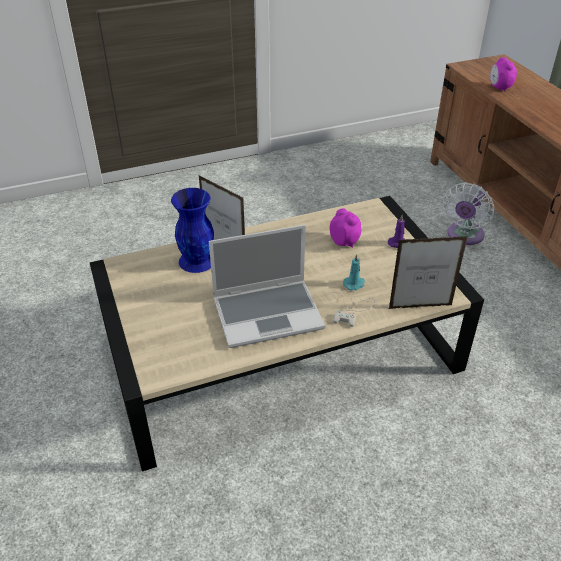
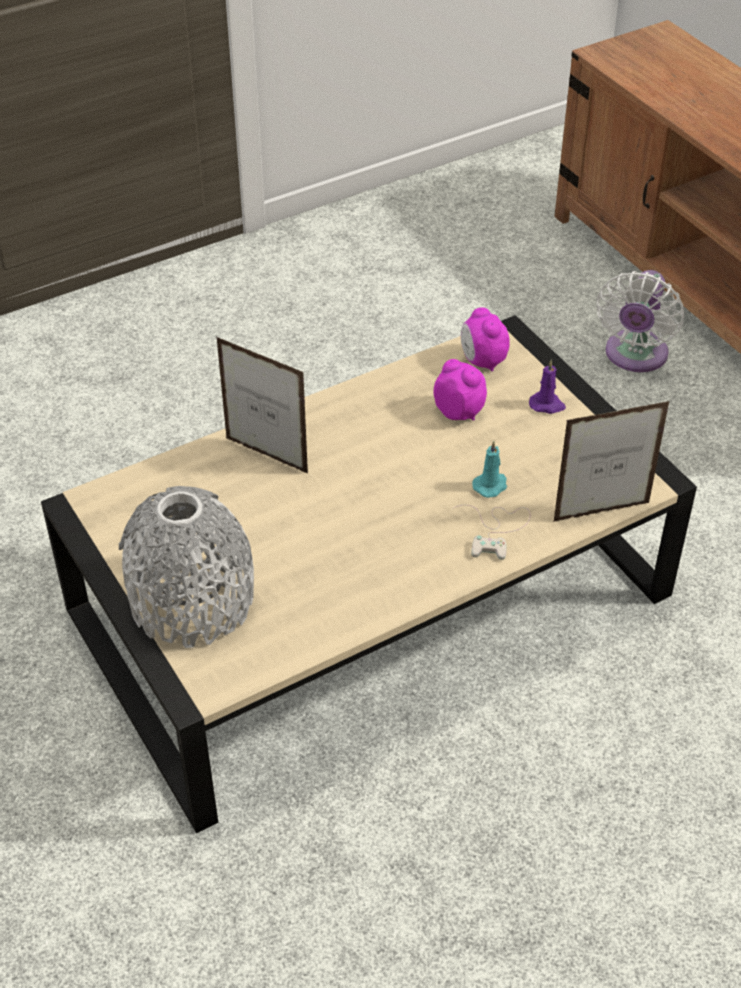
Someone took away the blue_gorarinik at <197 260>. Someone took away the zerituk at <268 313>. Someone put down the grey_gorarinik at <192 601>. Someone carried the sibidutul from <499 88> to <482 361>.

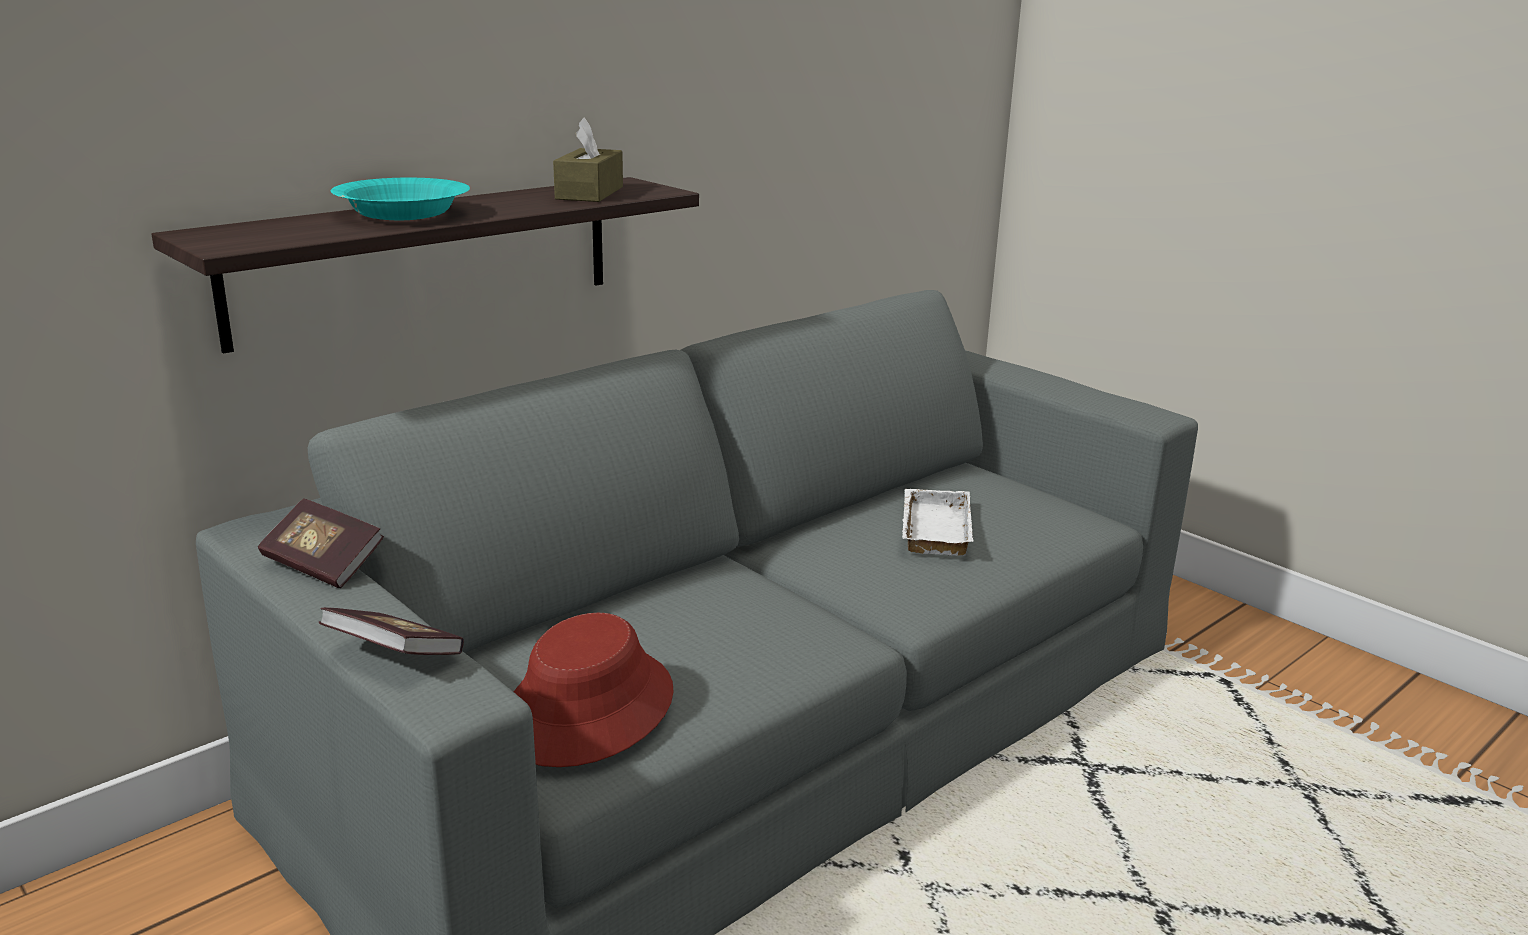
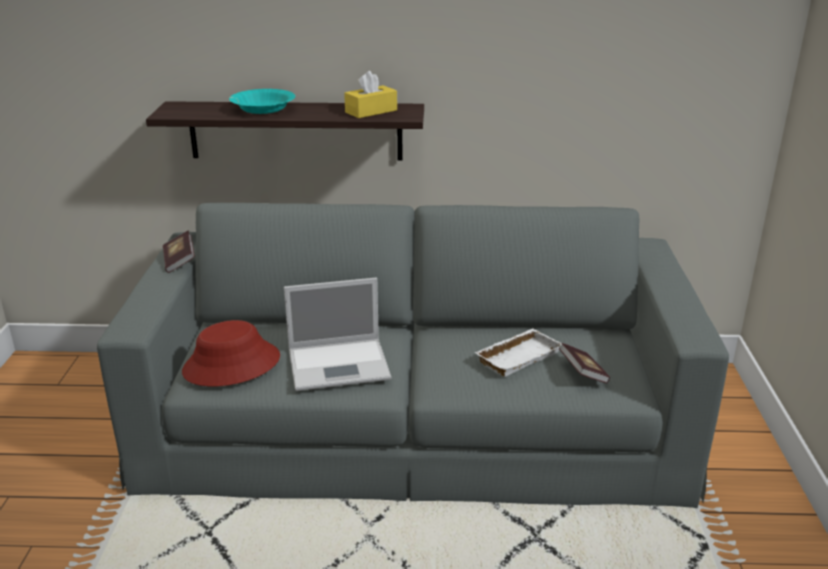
Someone put down the zerituk at <340 364>. Someone carried the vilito from <394 656> to <582 373>. Someone repainted the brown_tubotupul at <589 193>, which became the yellow_tubotupul at <371 111>.

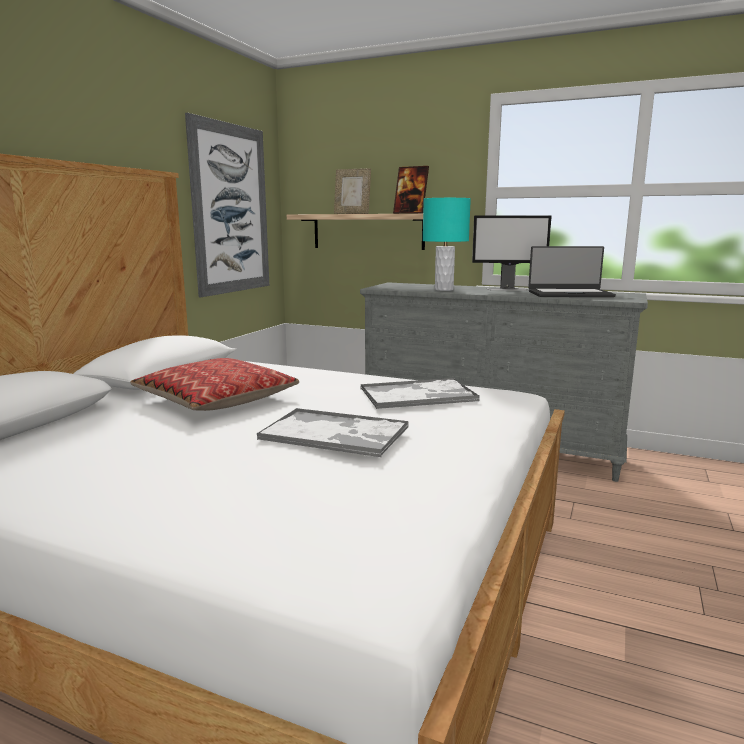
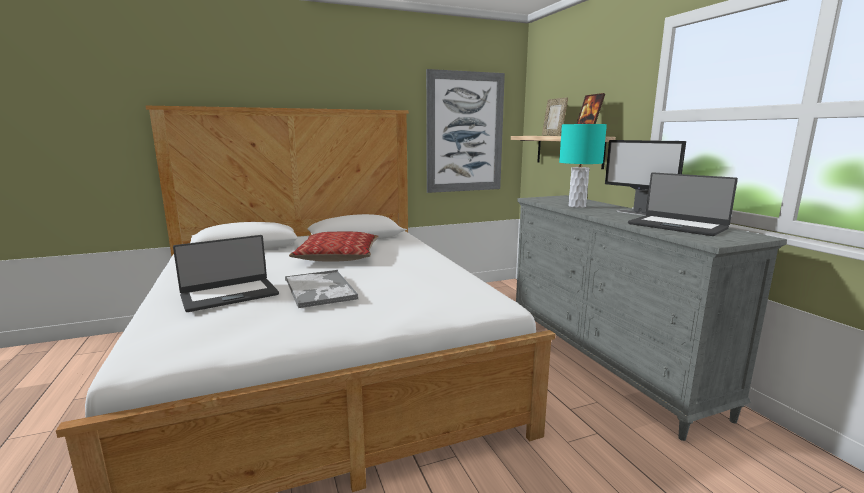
Someone took away the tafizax at <419 395>. Someone put down the zerituk at <229 295>.

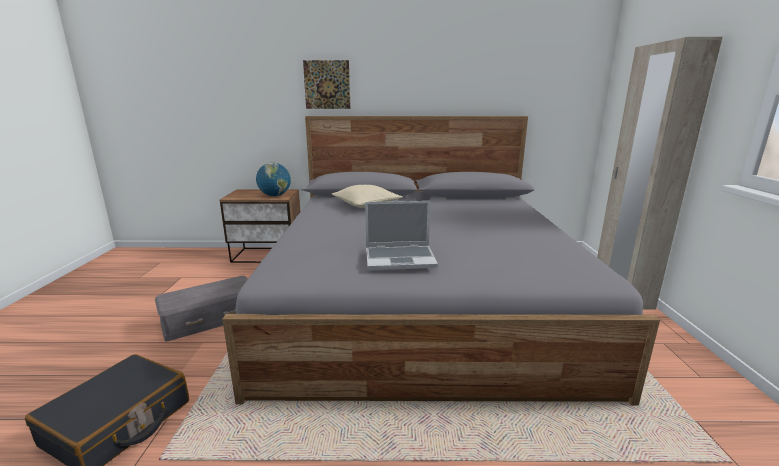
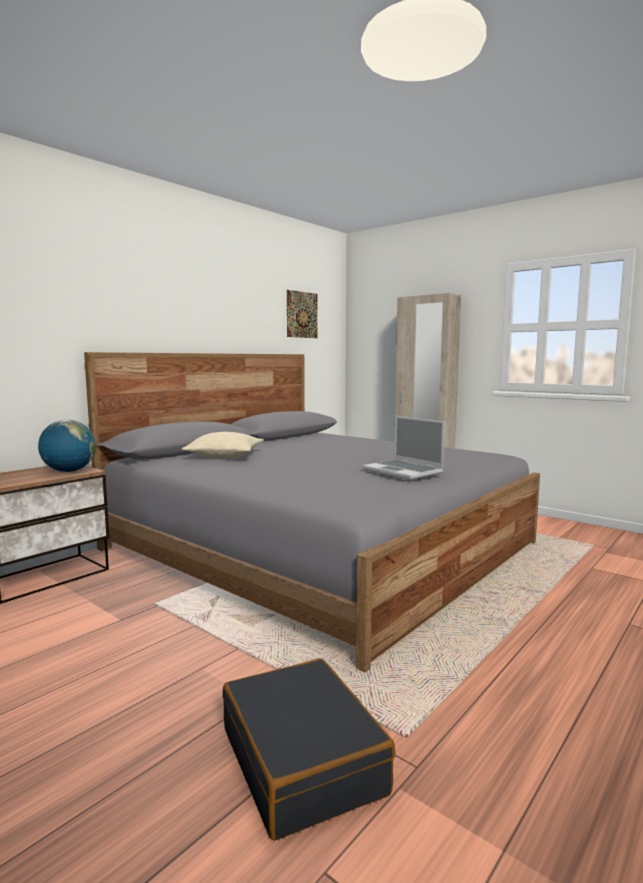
Someone took away the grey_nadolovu at <210 318>. Someone carried the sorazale from <327 85> to <302 314>. Someone rotated the zerituk at <400 258> by 105 degrees clockwise.

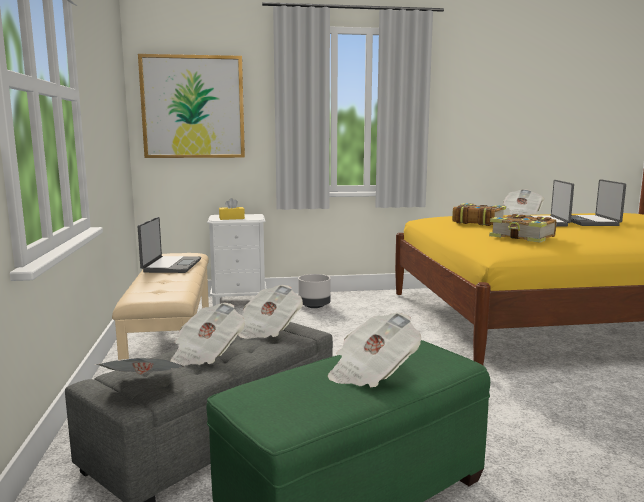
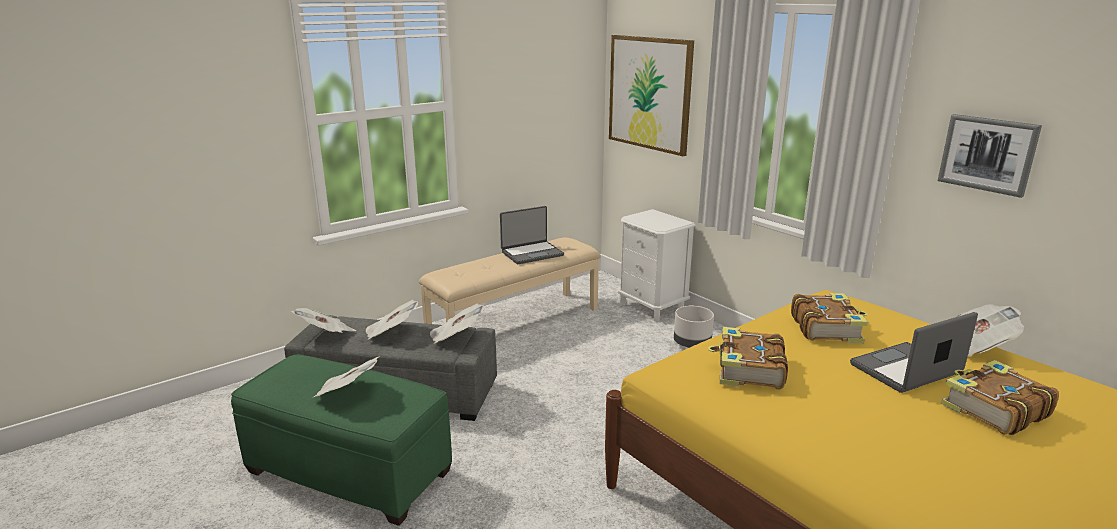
Someone took away the yellow_tubotupul at <231 218>. Someone put up the sorazale at <987 154>. Someone swapped the zerituk at <590 222> for the vilito at <993 409>.

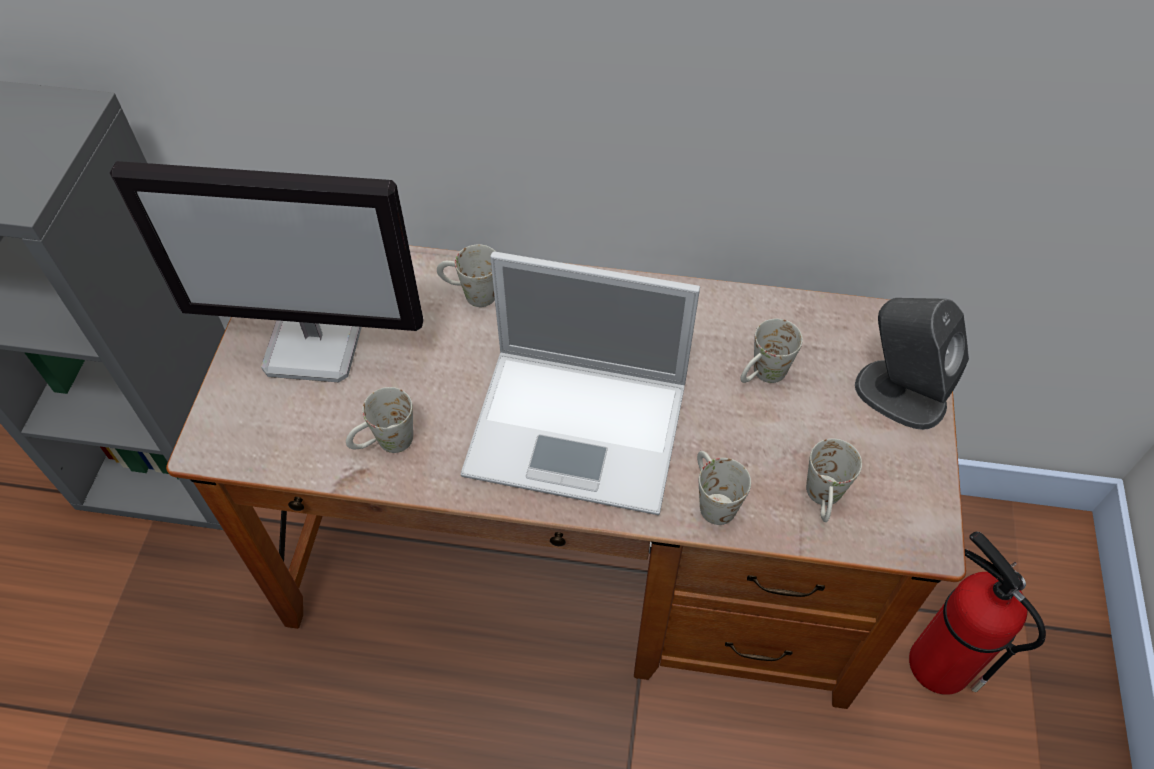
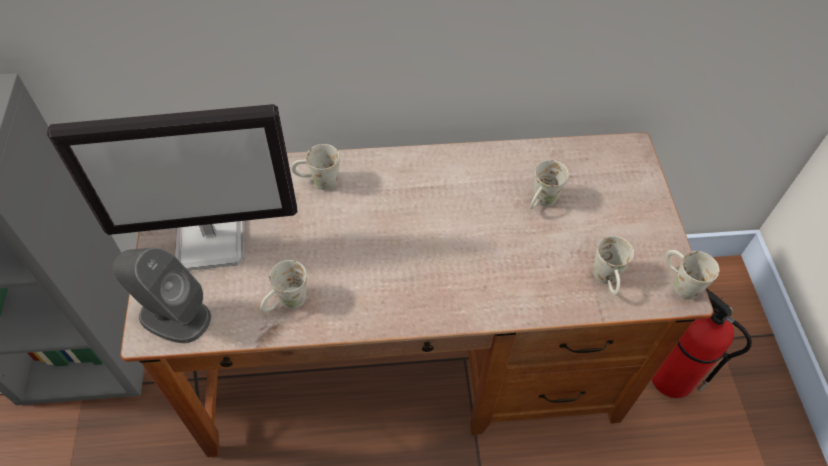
Someone took away the zerituk at <581 429>. Someone carried the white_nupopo from <711 499> to <679 282>. Someone carried the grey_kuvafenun from <899 394> to <174 316>.

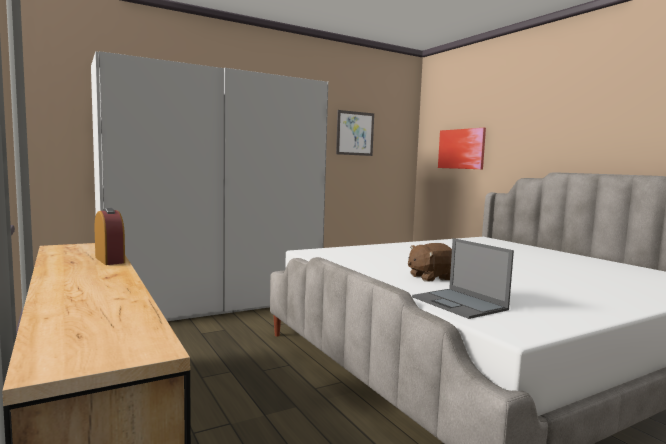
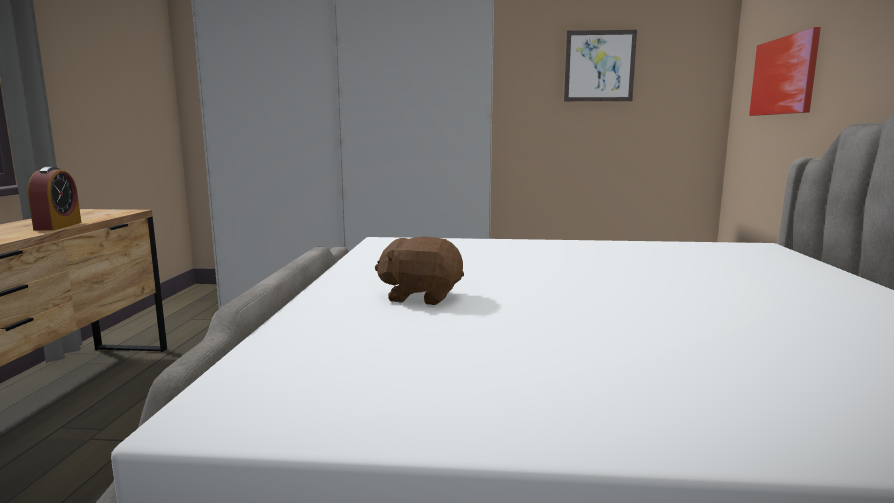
Someone took away the zerituk at <460 303>.

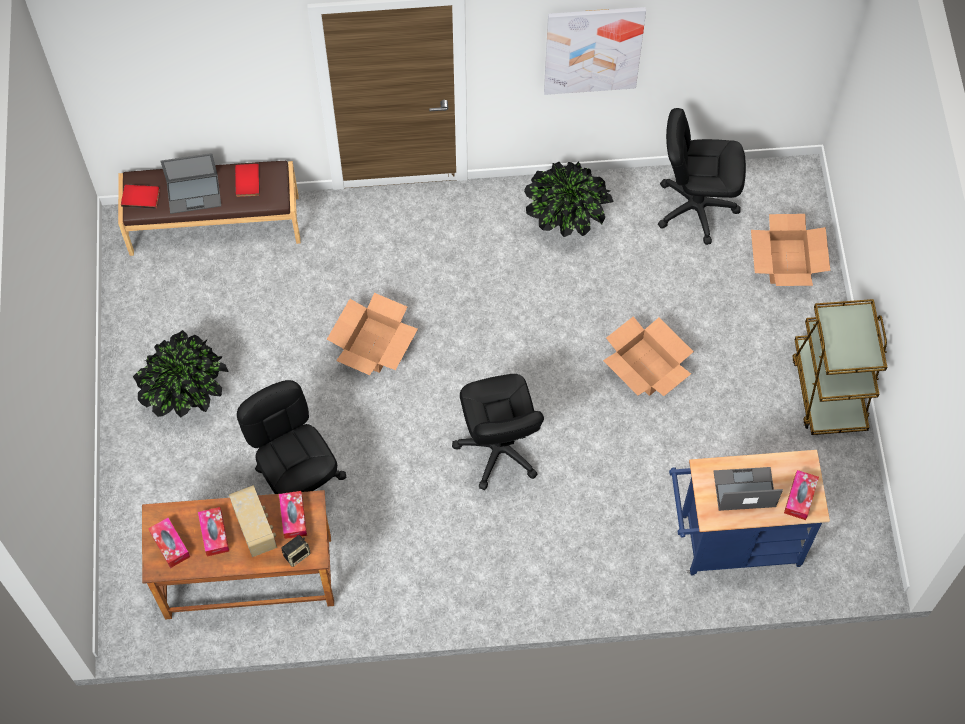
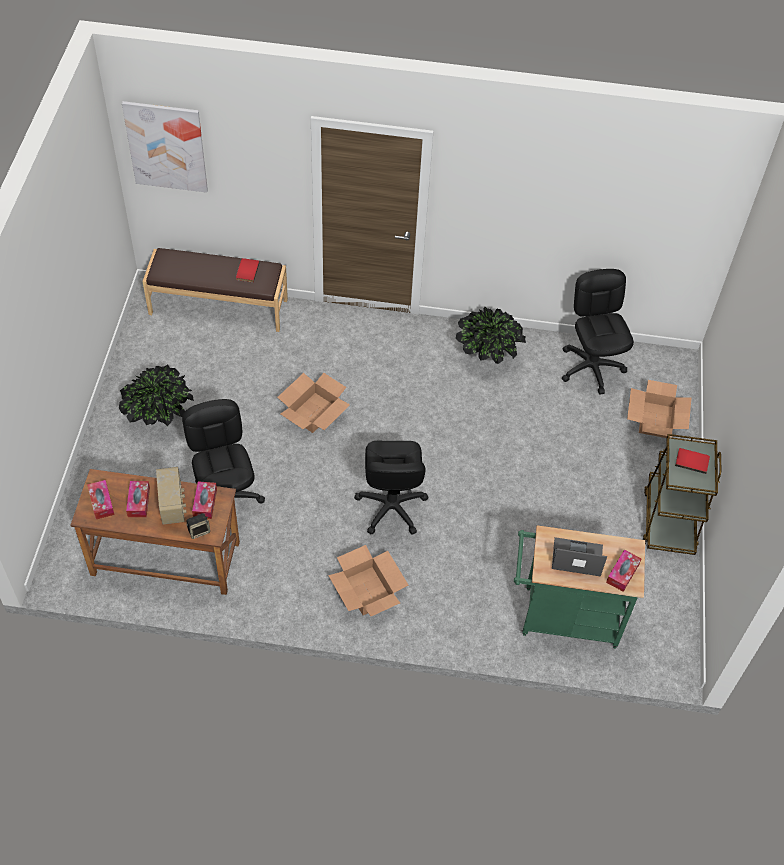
Someone took away the zerituk at <194 193>. Someone carried the red_vilito from <140 196> to <692 461>. Someone carried the sorazale from <593 49> to <166 146>. Someone carried the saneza from <646 366> to <367 590>. Someone repainted the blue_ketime at <731 542>, which became the green_ketime at <563 617>. Someone rotated the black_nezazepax at <695 207> by 60 degrees clockwise.

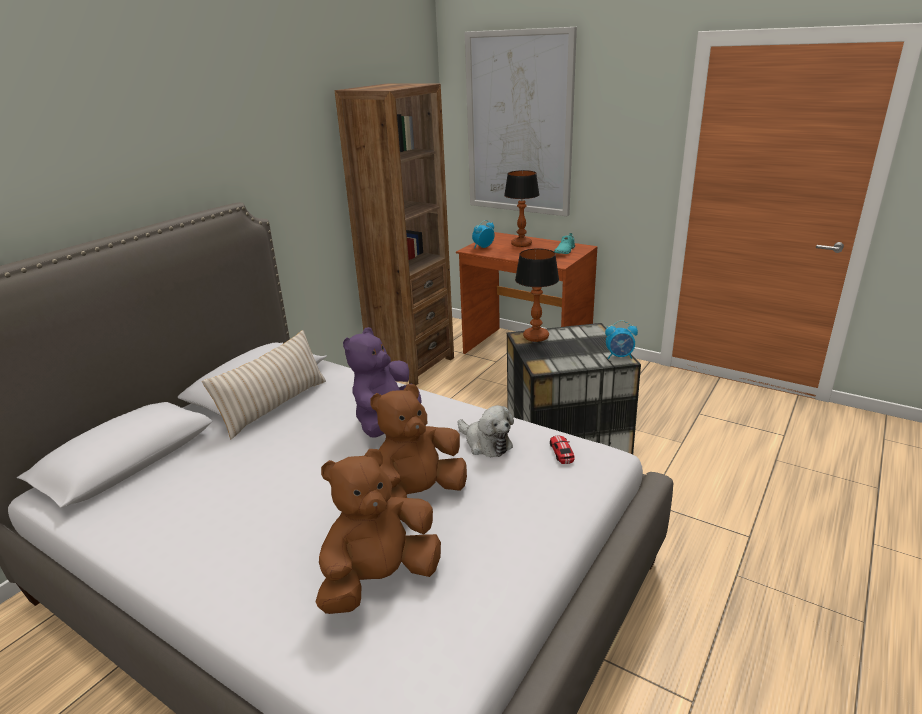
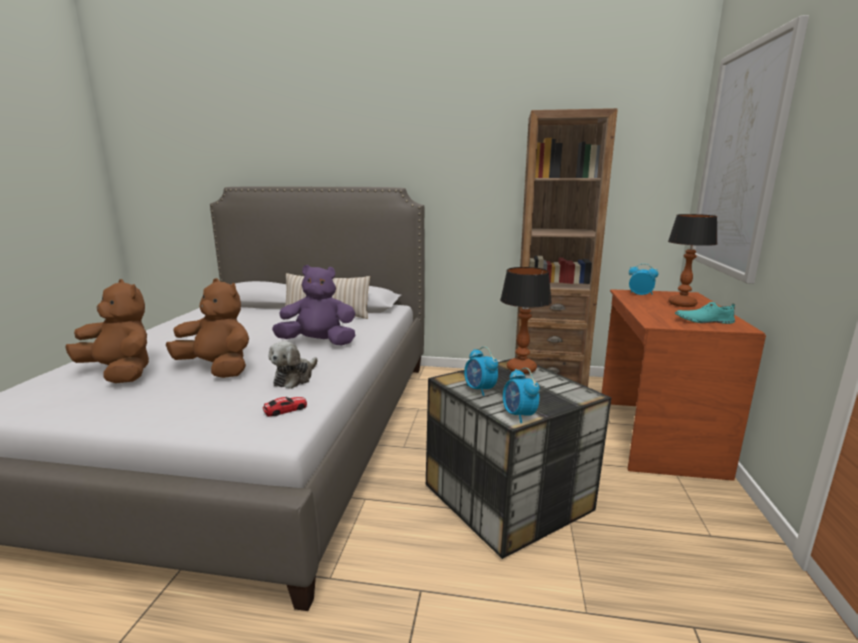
Someone put down the sibidutul at <480 390>.

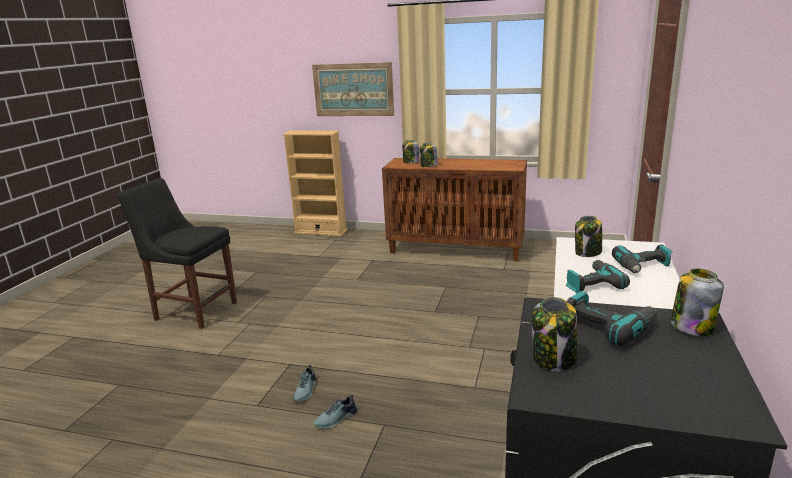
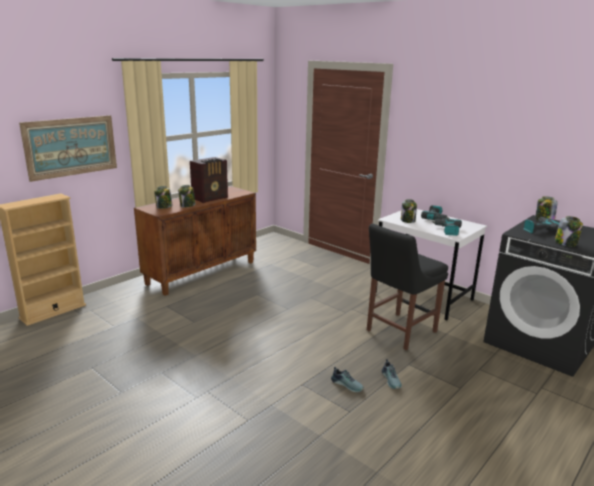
Someone put down the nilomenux at <211 198>. Someone carried the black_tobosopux from <193 310> to <398 332>.

